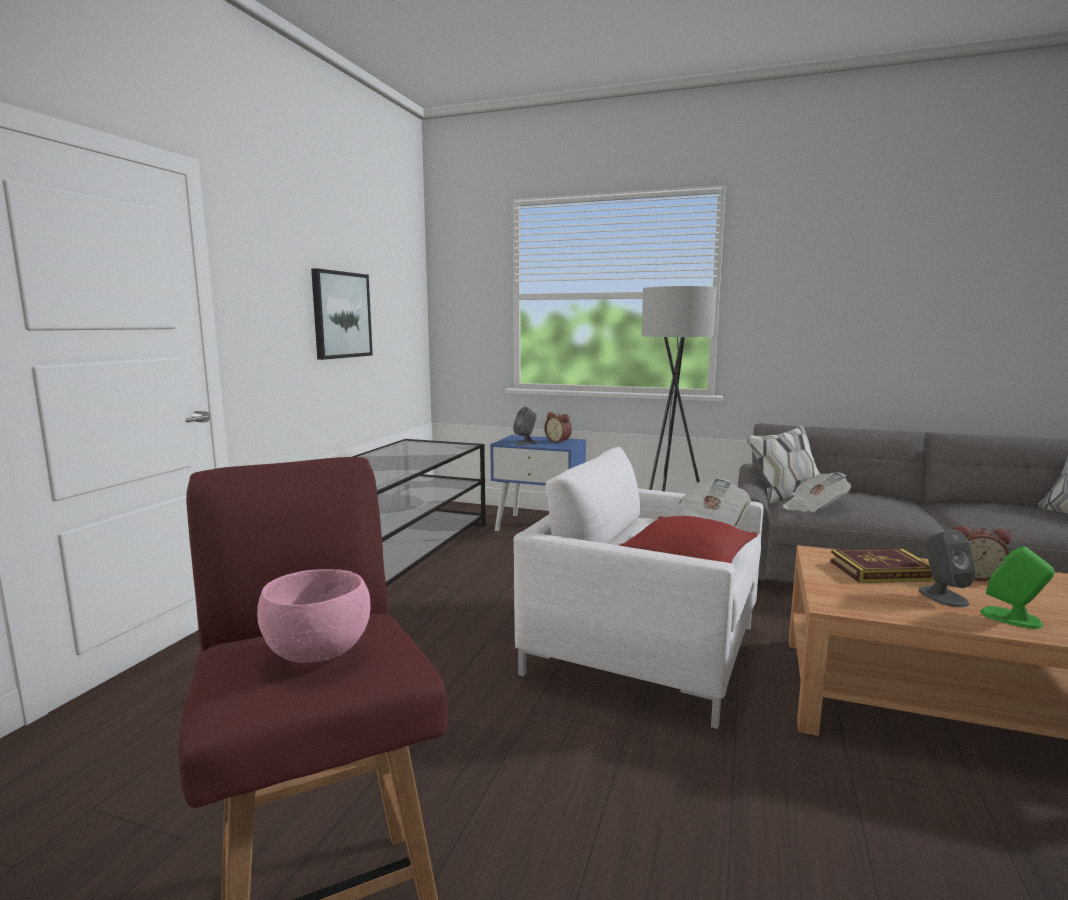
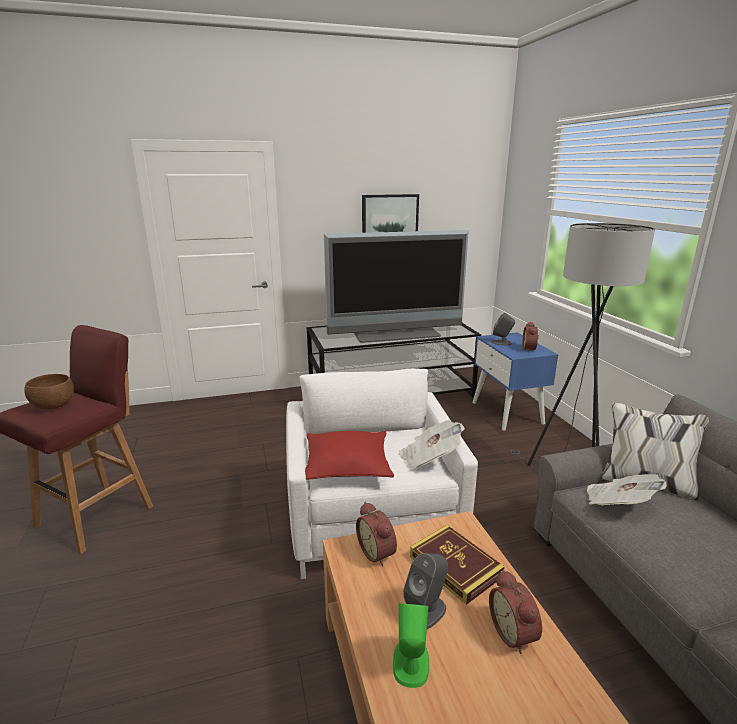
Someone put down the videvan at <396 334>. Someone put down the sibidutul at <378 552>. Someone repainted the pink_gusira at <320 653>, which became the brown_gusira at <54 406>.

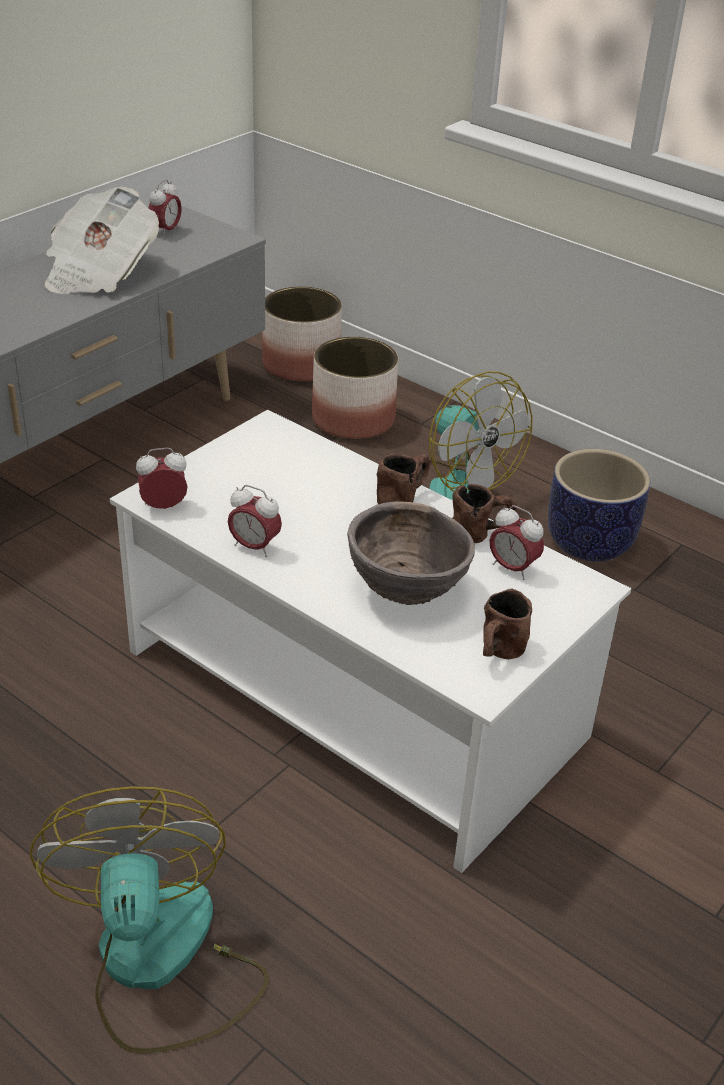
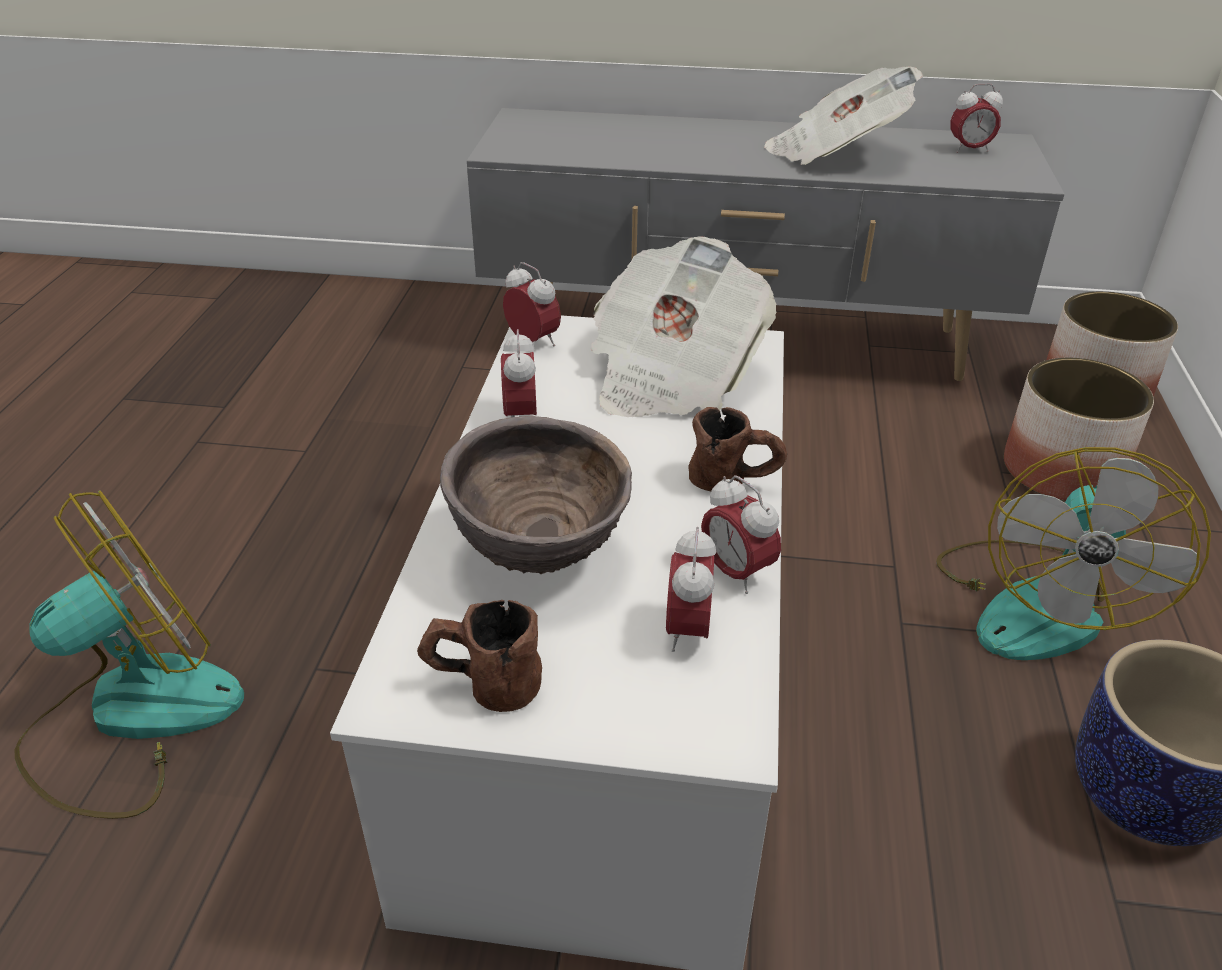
Someone put down the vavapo at <672 374>. Someone swapped the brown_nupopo at <481 533> for the sibidutul at <736 572>.

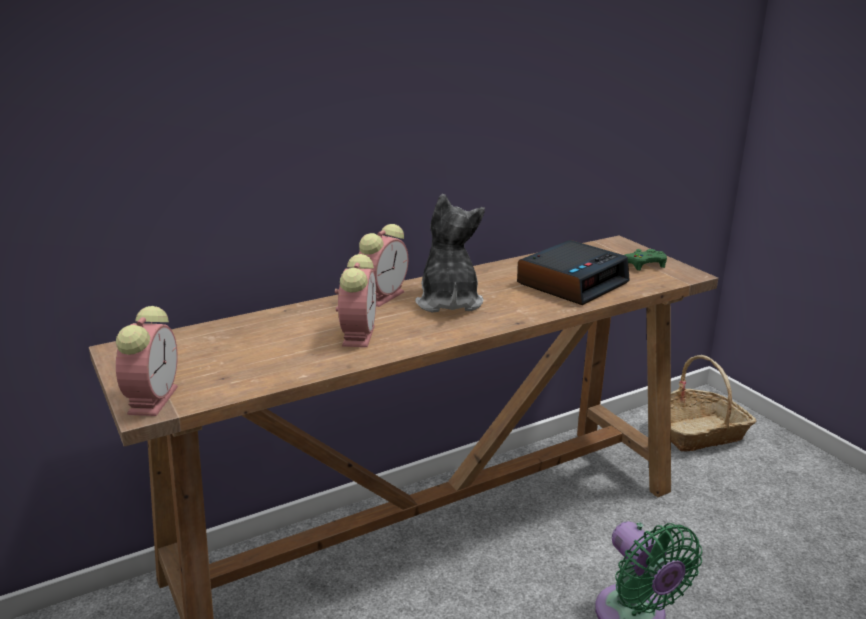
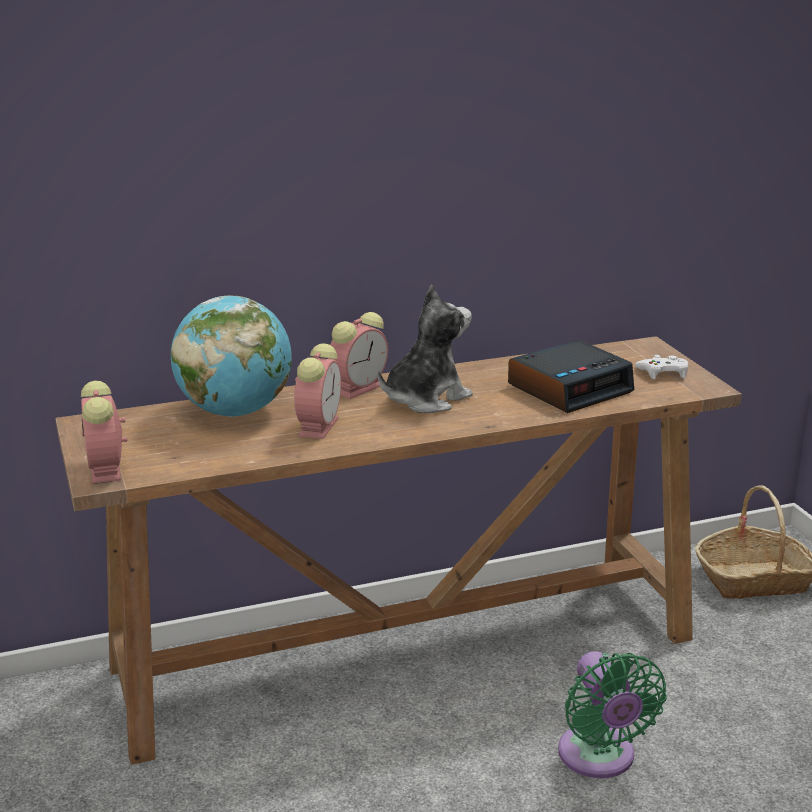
Someone put down the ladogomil at <235 411>. Someone repainted the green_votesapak at <643 264>, which became the white_votesapak at <663 373>. Someone rotated the sibidutul at <153 398> by 150 degrees clockwise. Someone rotated the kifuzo at <448 301> by 45 degrees clockwise.

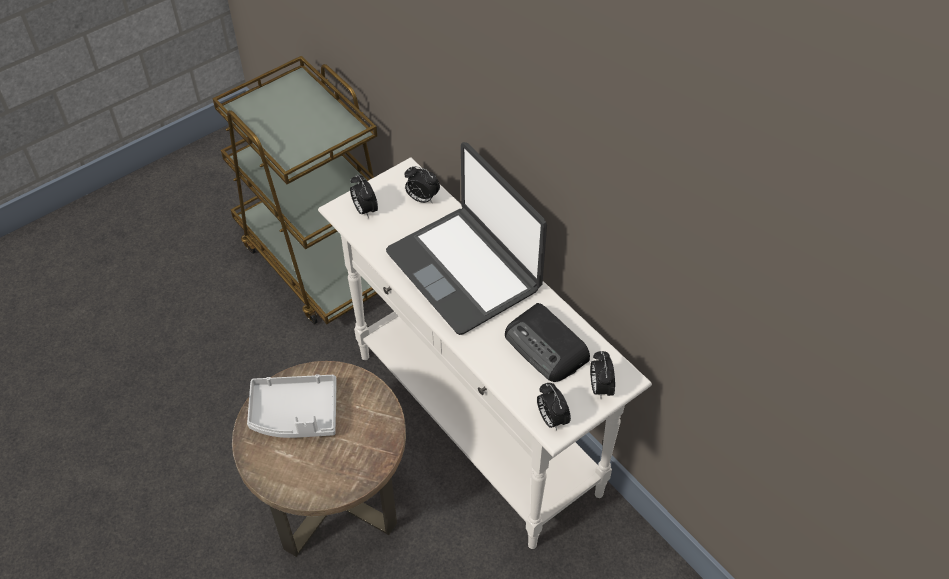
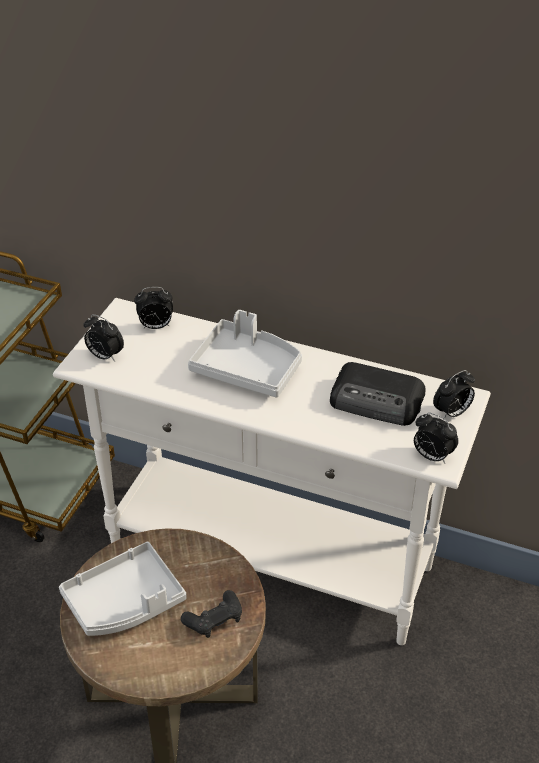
Someone put down the black_votesapak at <214 620>. Someone swapped the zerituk at <464 270> for the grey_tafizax at <247 369>. Someone rotated the sibidutul at <600 388> by 90 degrees counterclockwise.

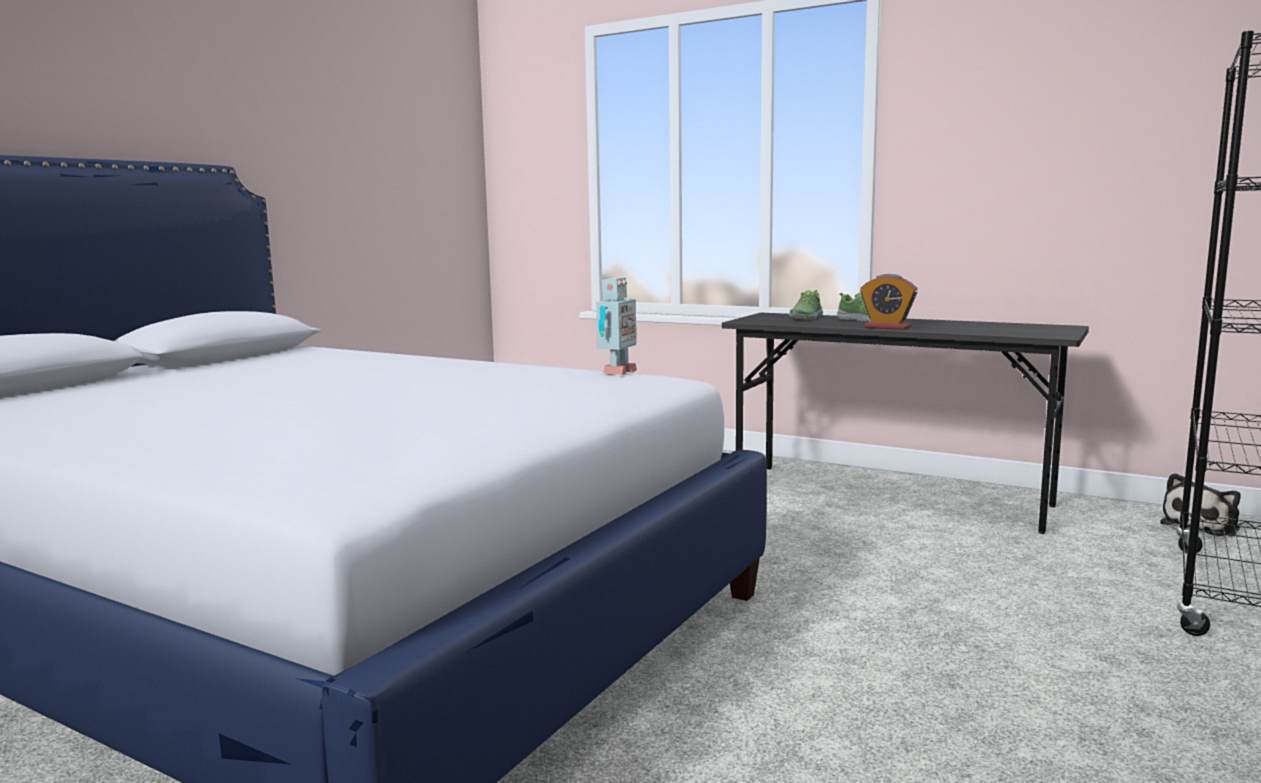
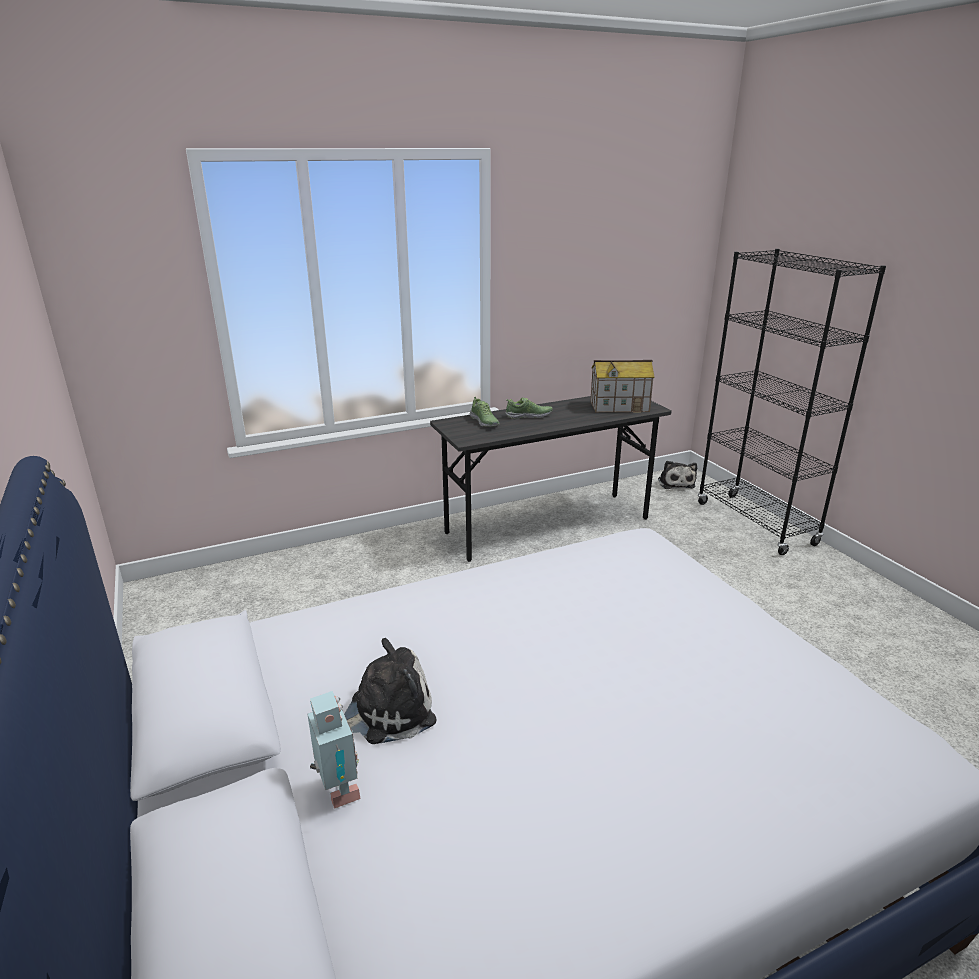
Someone took away the sibidutul at <887 327>. Someone put down the kifuzo at <386 712>. Someone put down the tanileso at <619 406>. Someone carried the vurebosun from <616 372> to <338 792>.

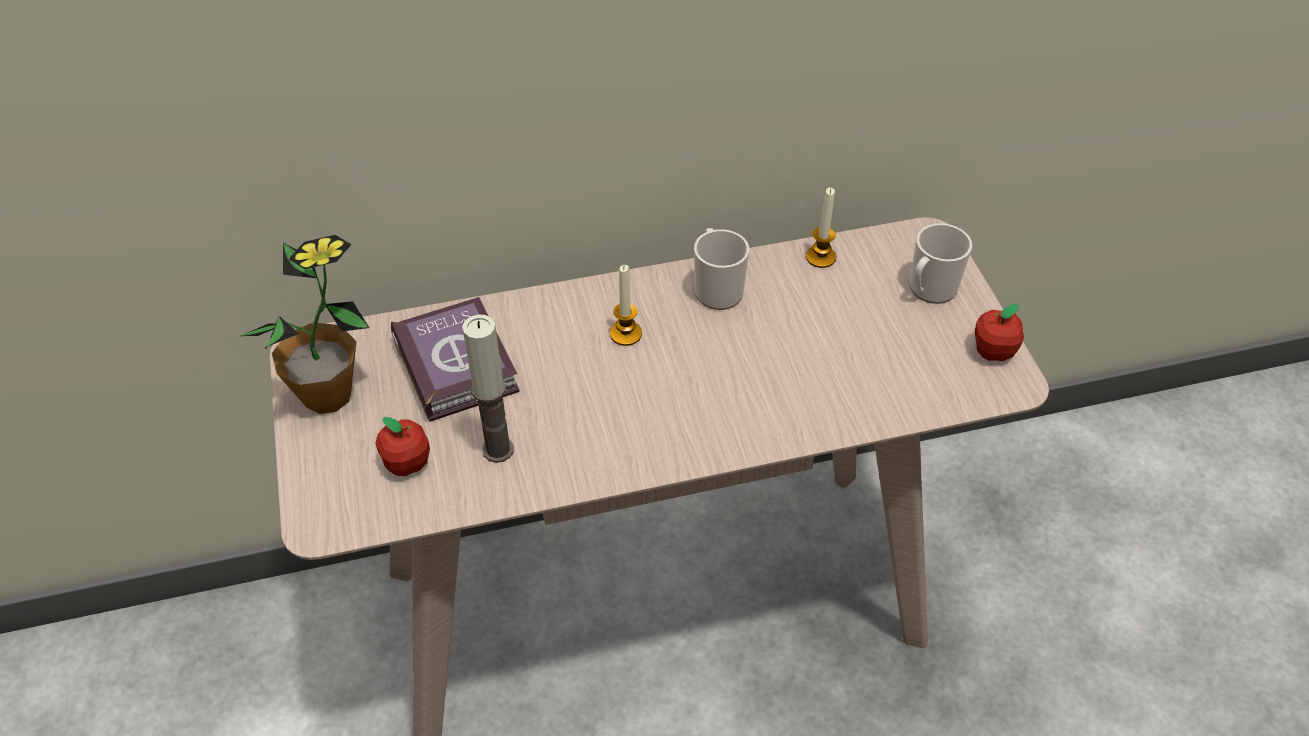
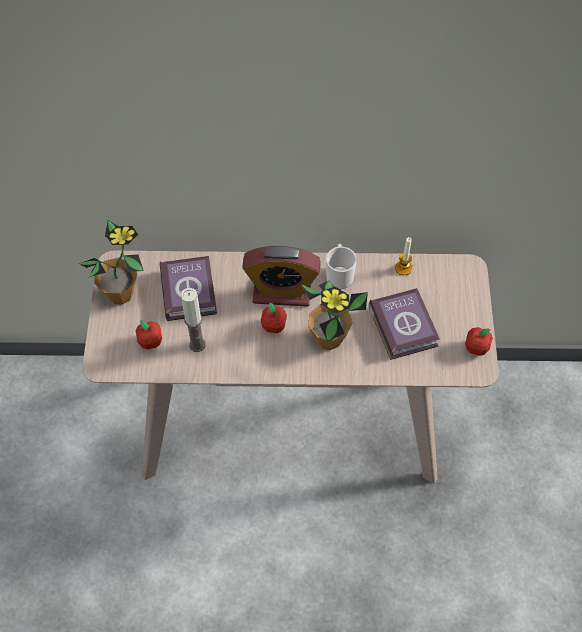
Someone took away the nupopo at <929 290>. Someone put down the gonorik at <274 326>. Someone put down the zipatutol at <328 339>. Someone put down the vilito at <403 325>. Someone swapped the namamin at <625 334> for the sibidutul at <281 292>.

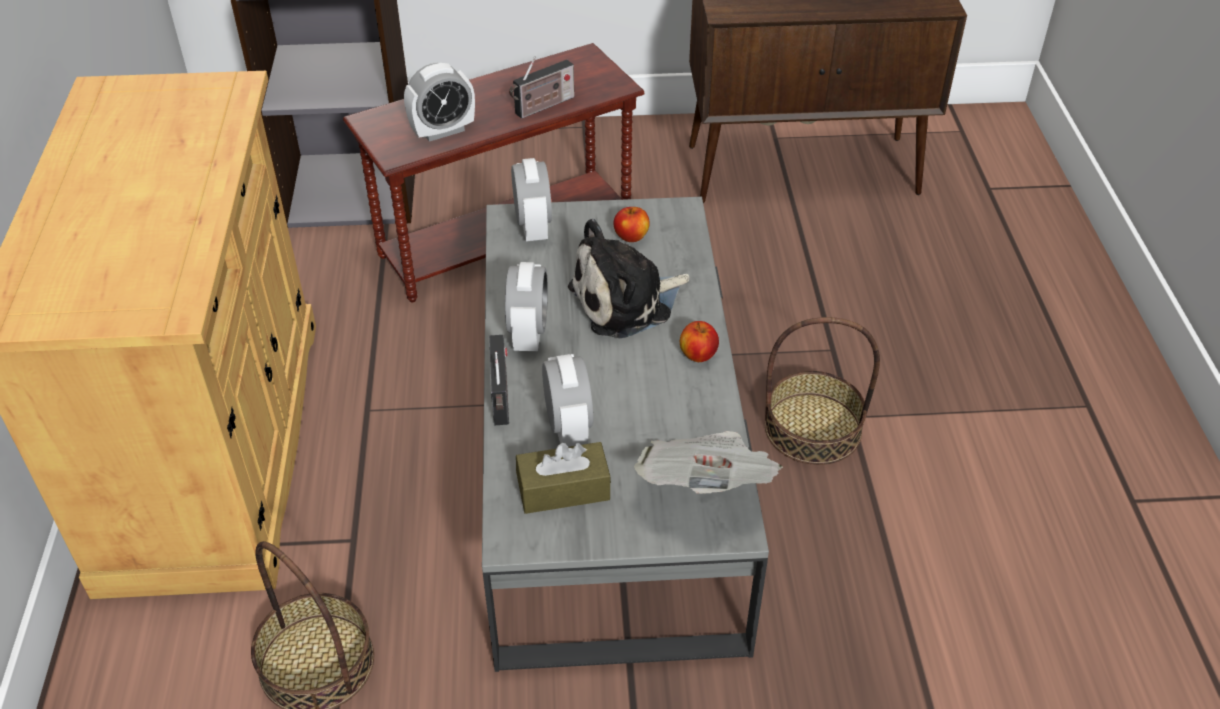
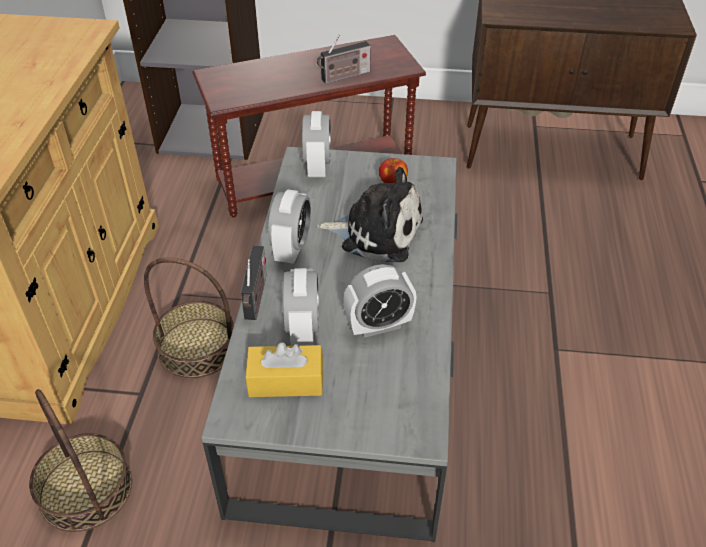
Someone took away the vavapo at <706 486>. Someone took away the gonorik at <698 355>. Someone carried the sibidutul from <443 131> to <378 325>. Someone carried the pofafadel from <813 428> to <197 347>. Someone repainted the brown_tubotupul at <563 489>, which became the yellow_tubotupul at <286 381>. Someone rotated the kifuzo at <626 301> by 150 degrees counterclockwise.

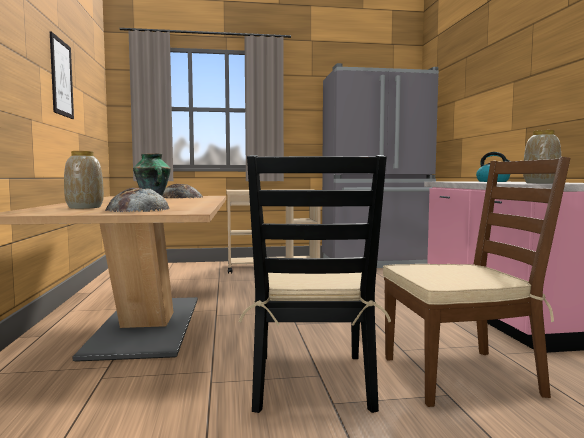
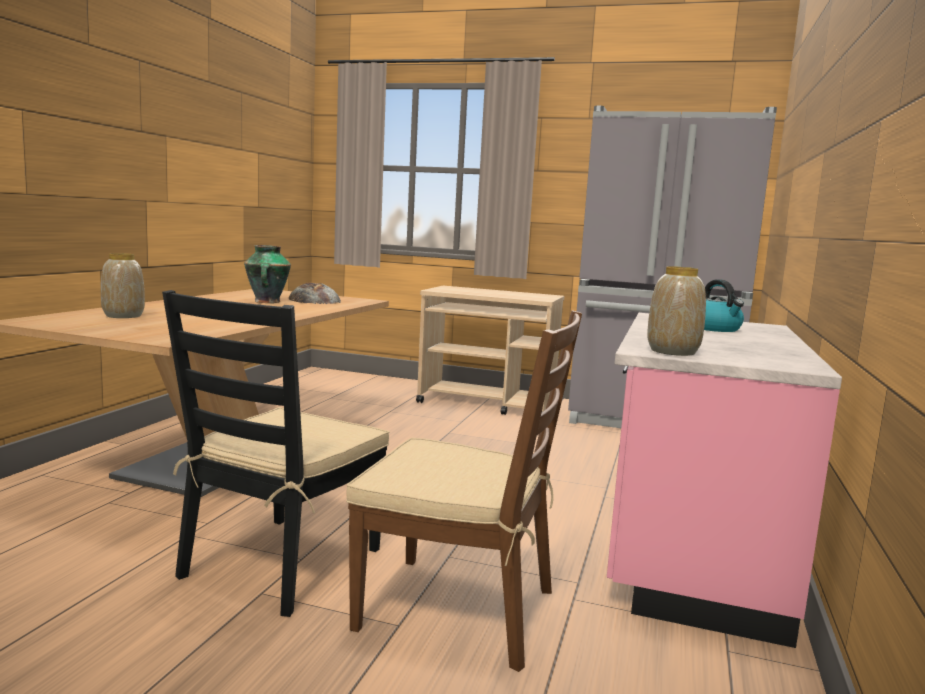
Someone took away the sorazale at <61 78>. Someone took away the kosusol at <138 209>.

